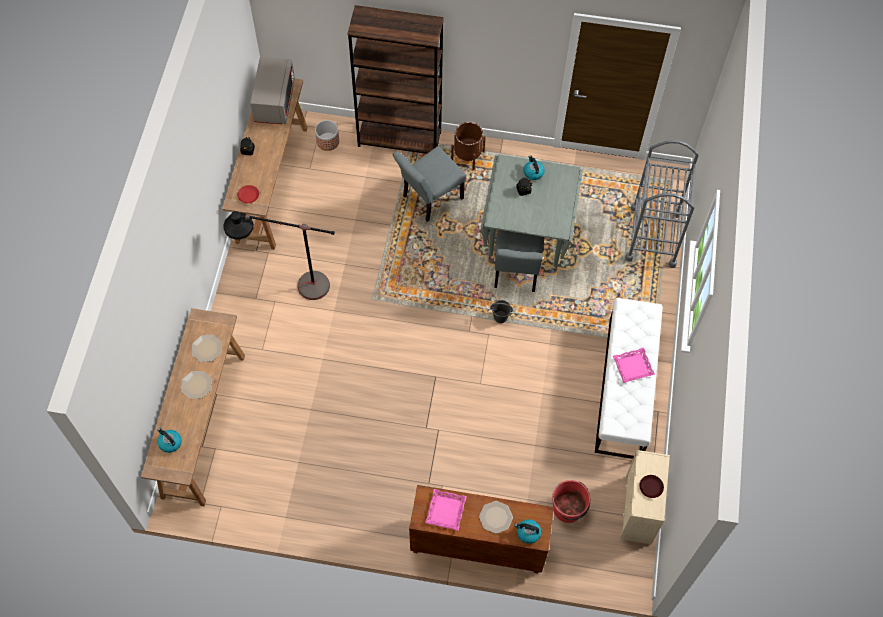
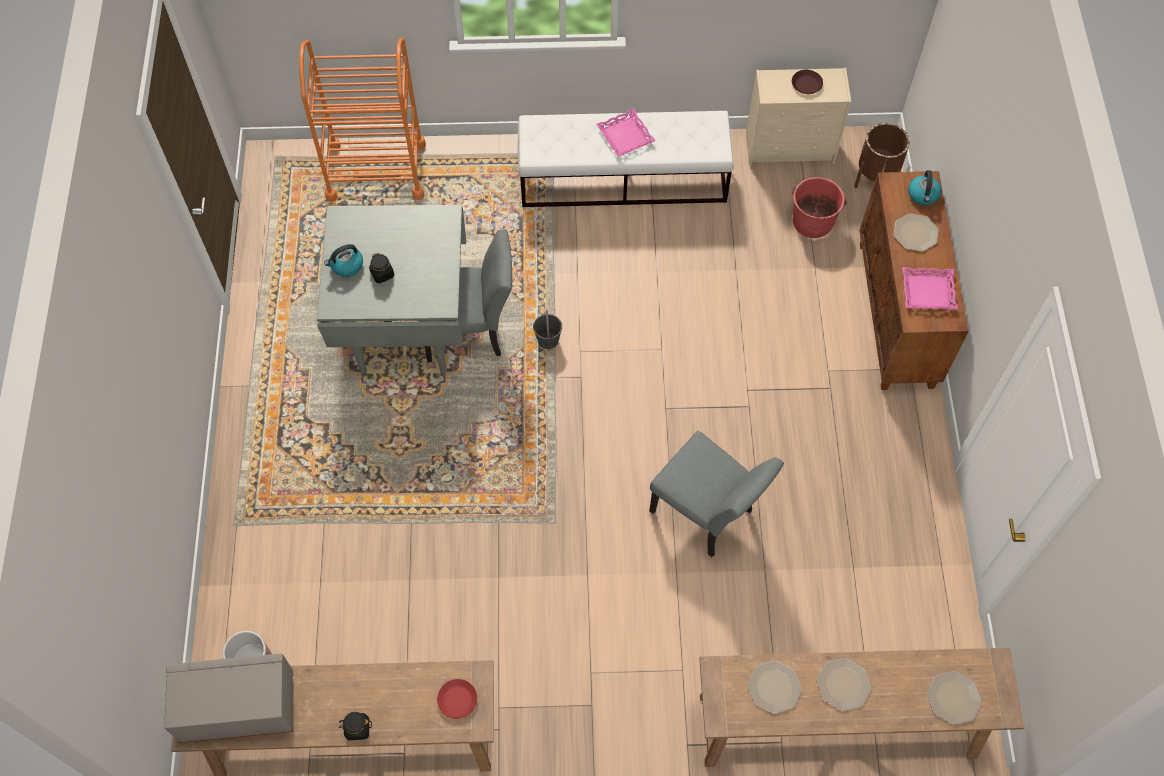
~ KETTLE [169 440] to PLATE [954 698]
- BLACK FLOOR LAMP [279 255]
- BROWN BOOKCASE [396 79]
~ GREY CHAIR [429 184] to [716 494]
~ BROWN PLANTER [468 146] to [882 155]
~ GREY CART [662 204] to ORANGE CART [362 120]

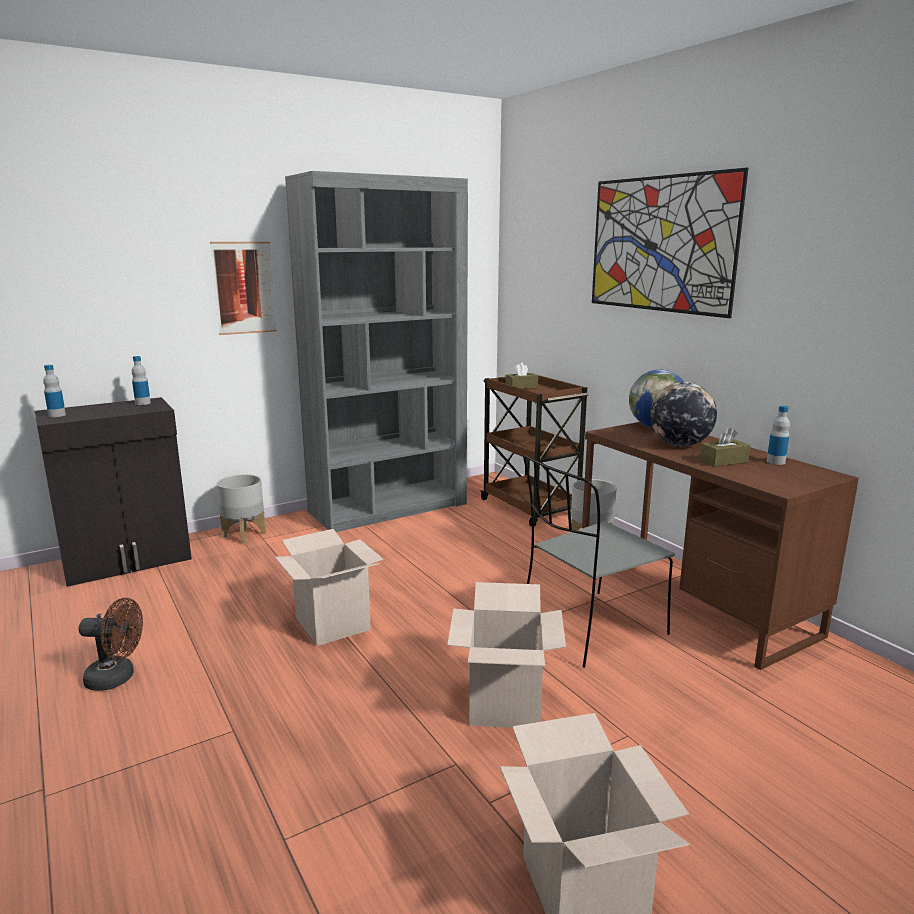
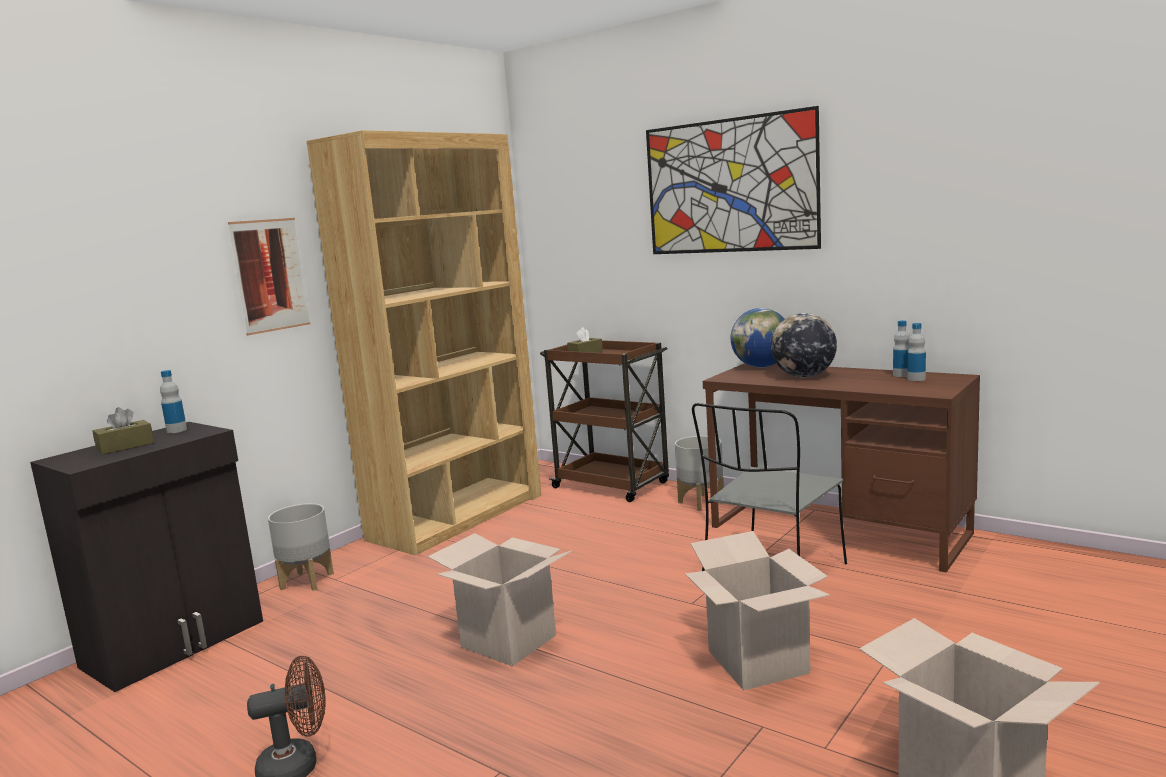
~ BOTTLE [54 391] to [916 352]
~ GREY BOOKCASE [376 351] to BROWN BOOKCASE [423 342]
~ BROWN TISSUE BOX [725 447] to [123 431]

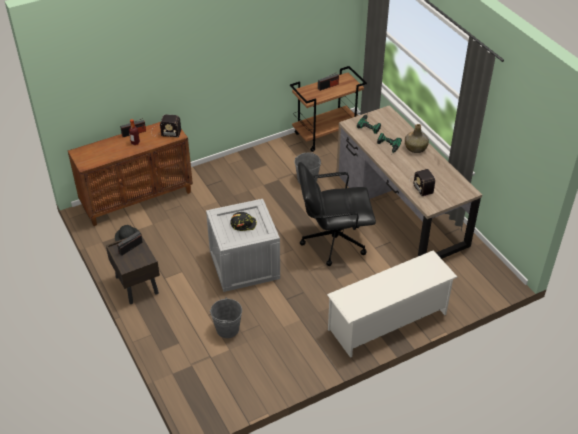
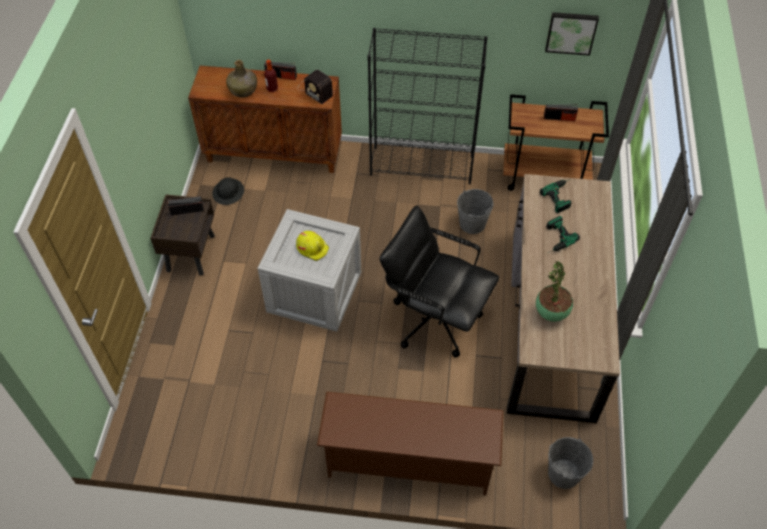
~ GREY BUCKET [226 317] to [570 463]
~ BLACK HARD HAT [243 221] to YELLOW HARD HAT [312 246]
~ WHITE SHOE RACK [392 304] to BROWN SHOE RACK [410 443]
~ GREEN BOTTLE [417 138] to [241 79]
~ RADIO [422 182] to POTTED PLANT [554 291]
+ BLACK BOOKCASE [428 106]
+ PICTURE [572 34]

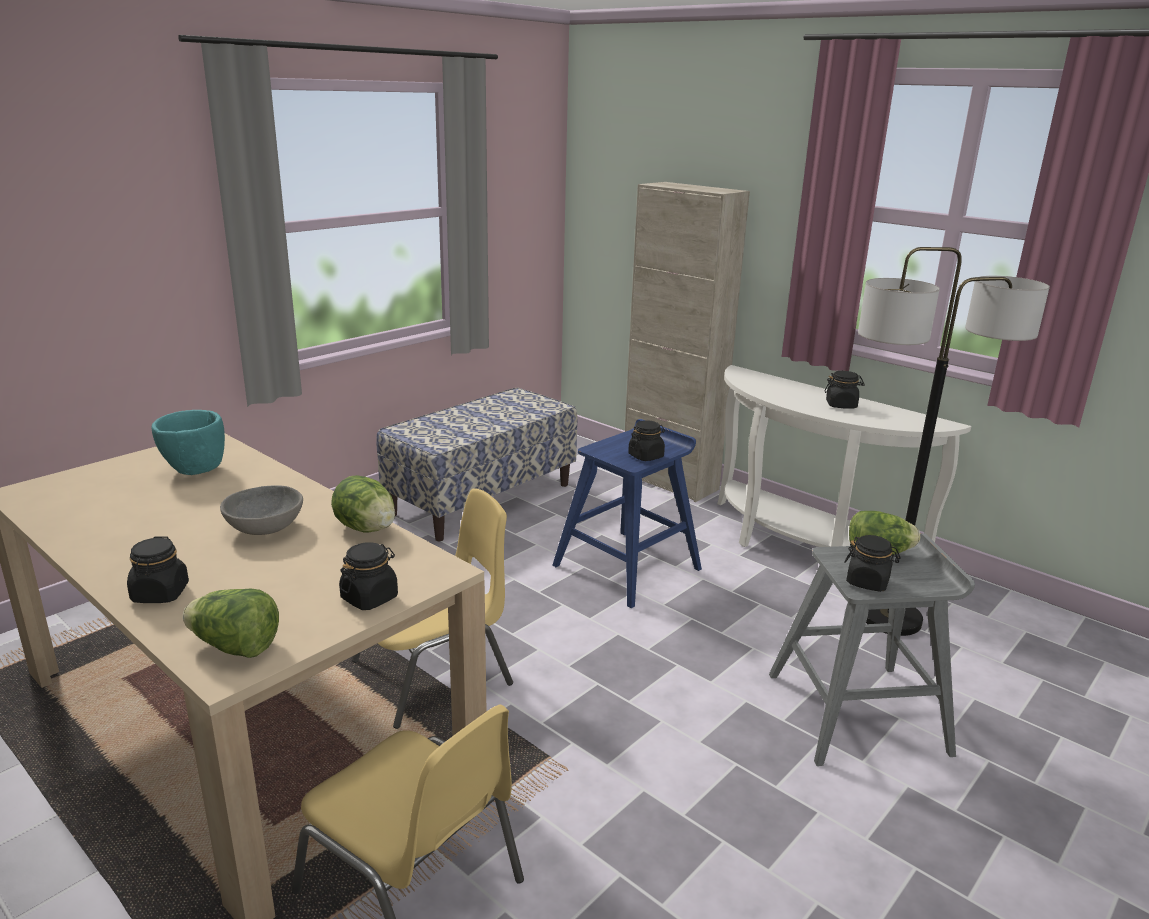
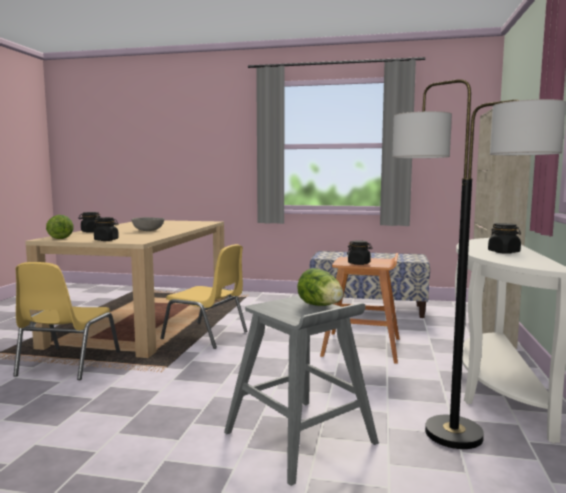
- TURQUOISE BOWL [188 442]
- LETTUCE [363 504]
~ BLUE STOOL [627 513] to BROWN STOOL [360 308]
- BLACK JAR [872 563]

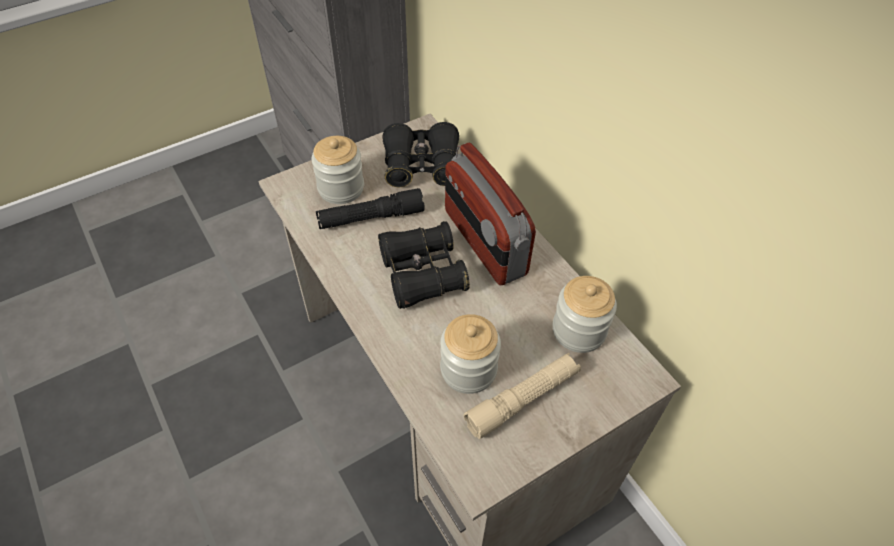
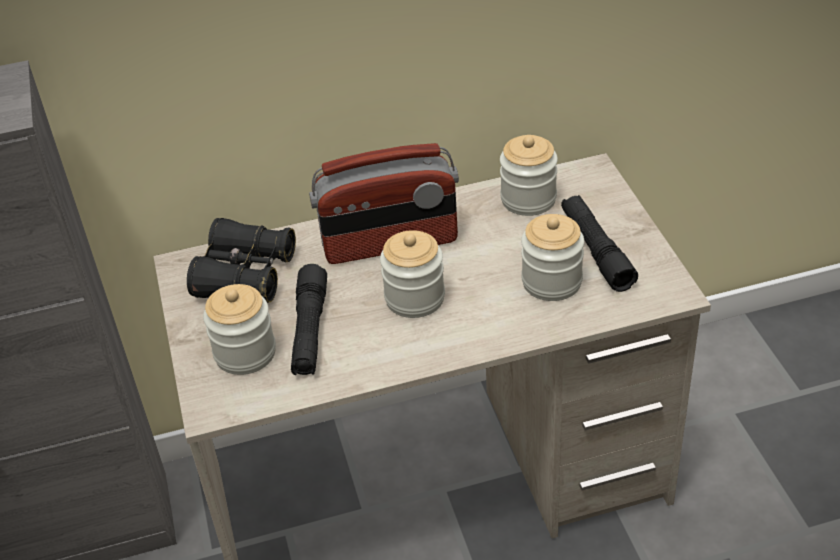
~ BLACK BINOCULARS [424 265] to JAR [412 274]
~ BEIGE FLASHLIGHT [522 396] to BLACK FLASHLIGHT [599 243]

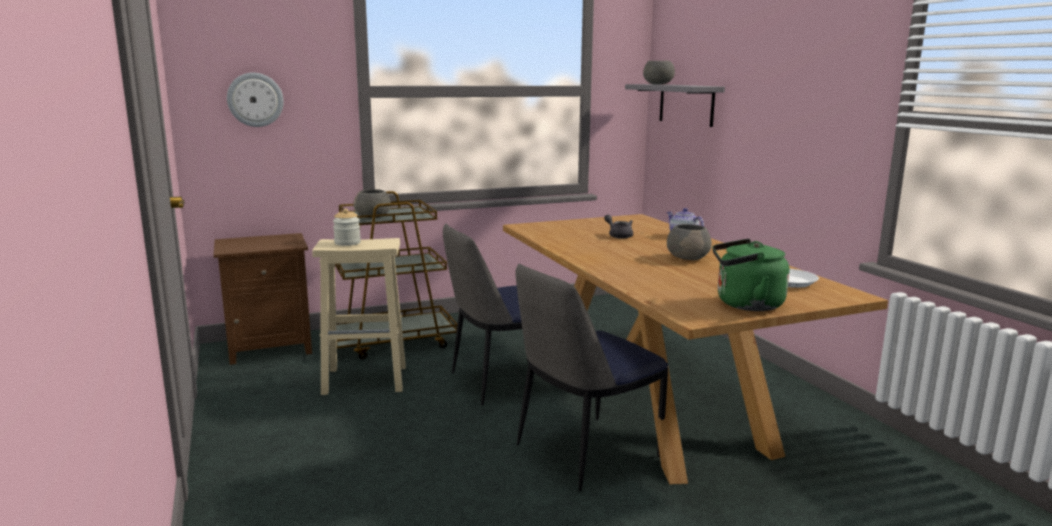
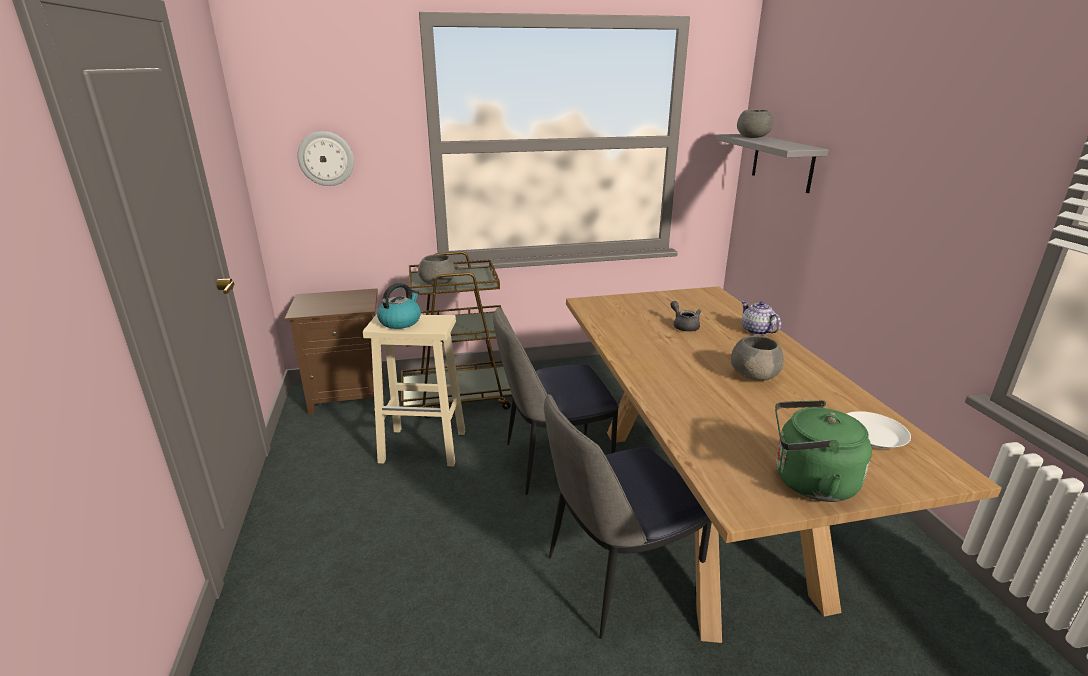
~ JAR [347 227] to KETTLE [399 306]

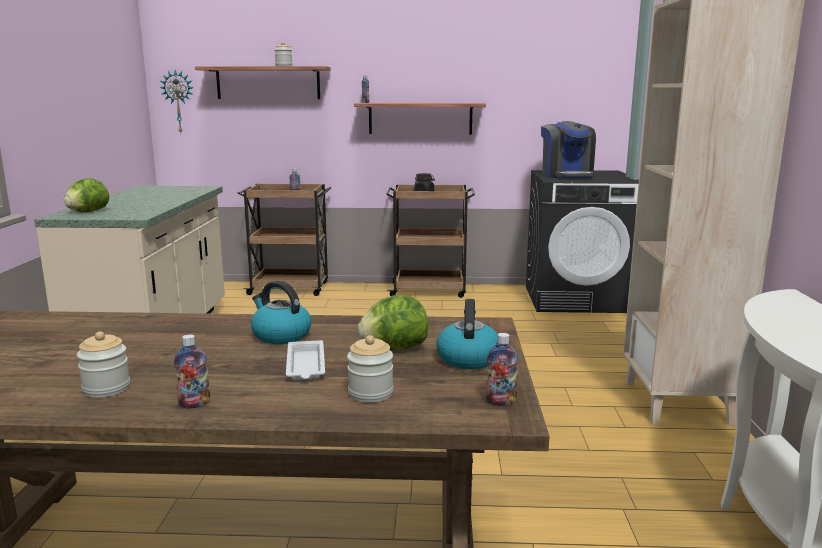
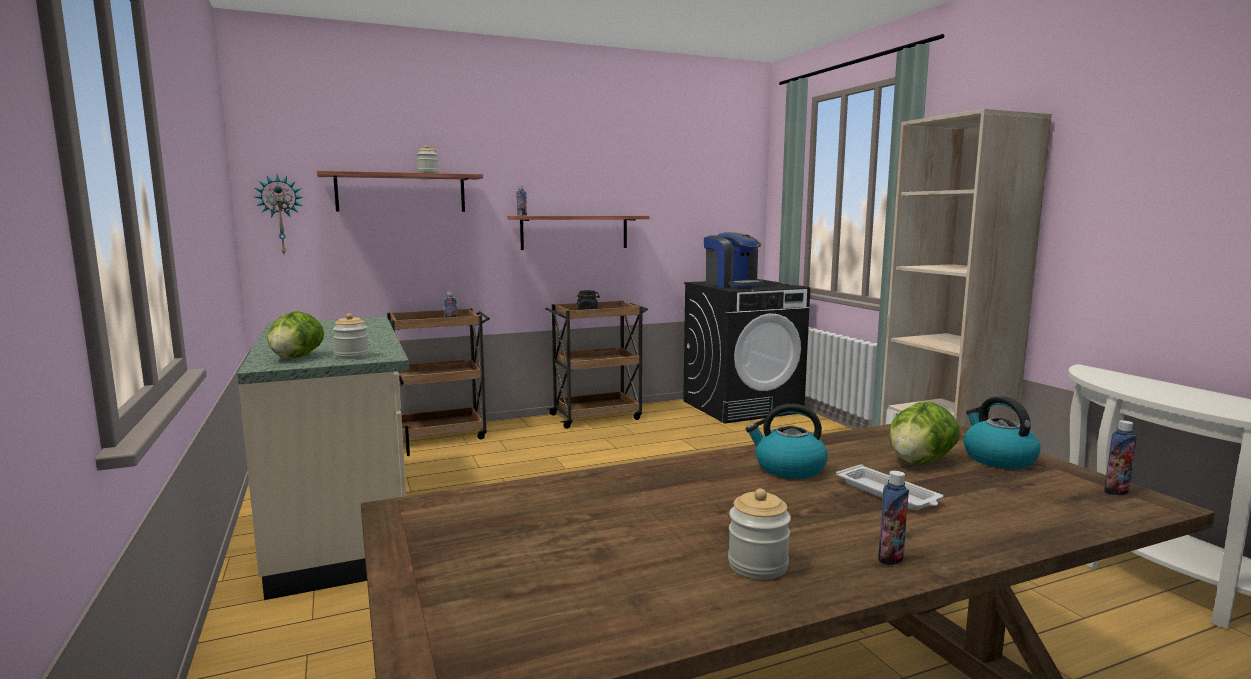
~ JAR [370 369] to [351 336]

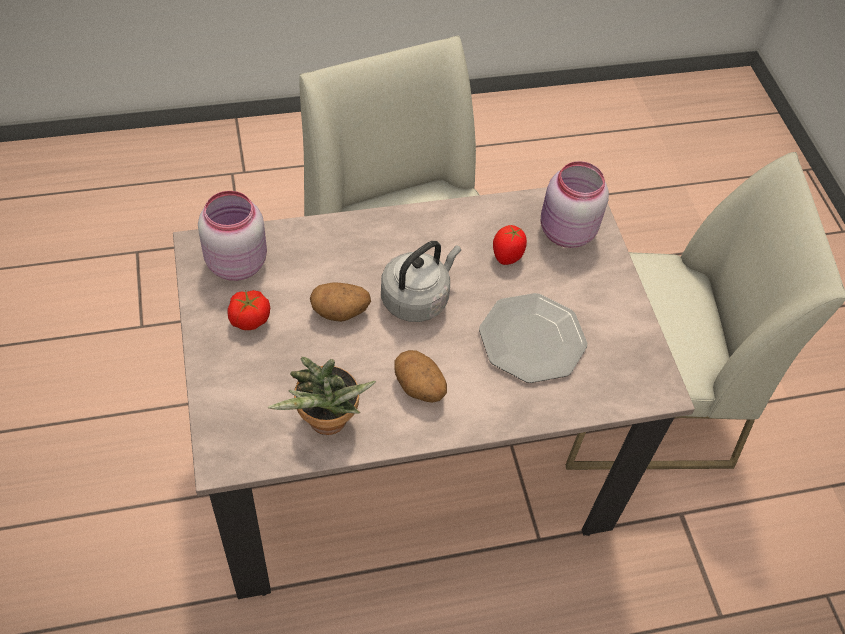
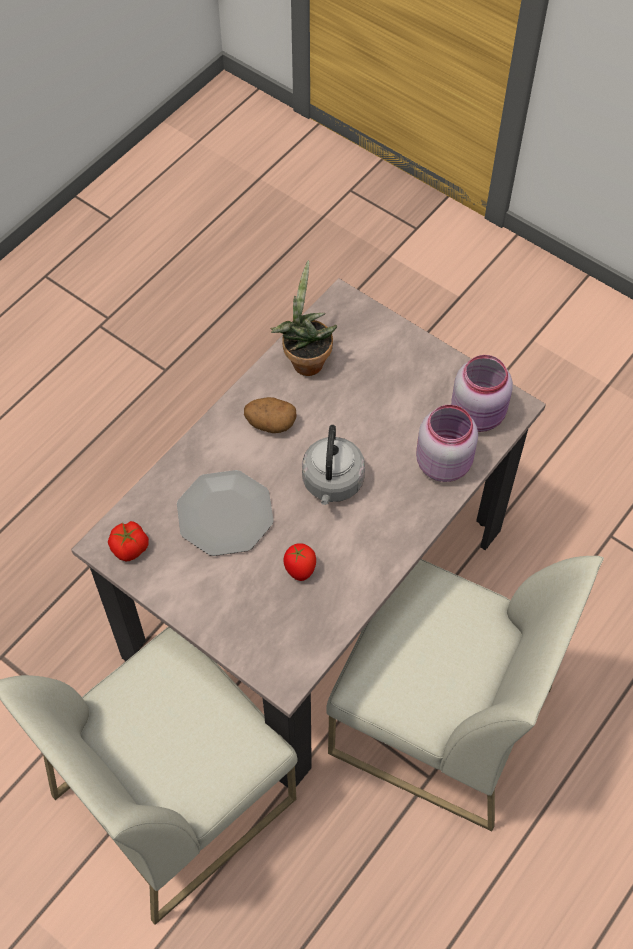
~ TOMATO [248 310] to [128 541]
- POTATO [340 302]
~ PINK JAR [575 204] to [447 443]

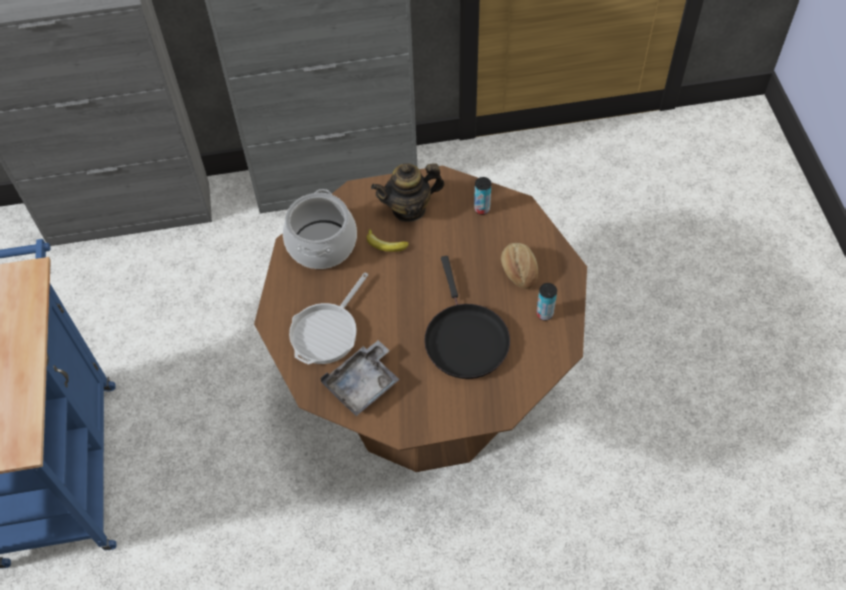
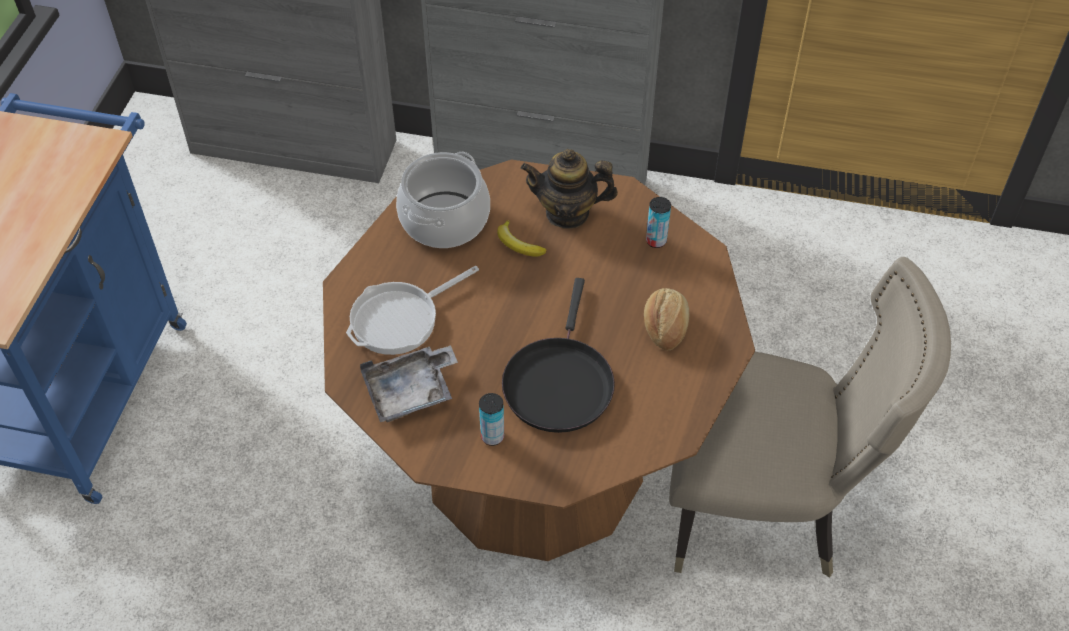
~ CAN [546 302] to [491 419]
+ BEIGE CHAIR [810 417]

